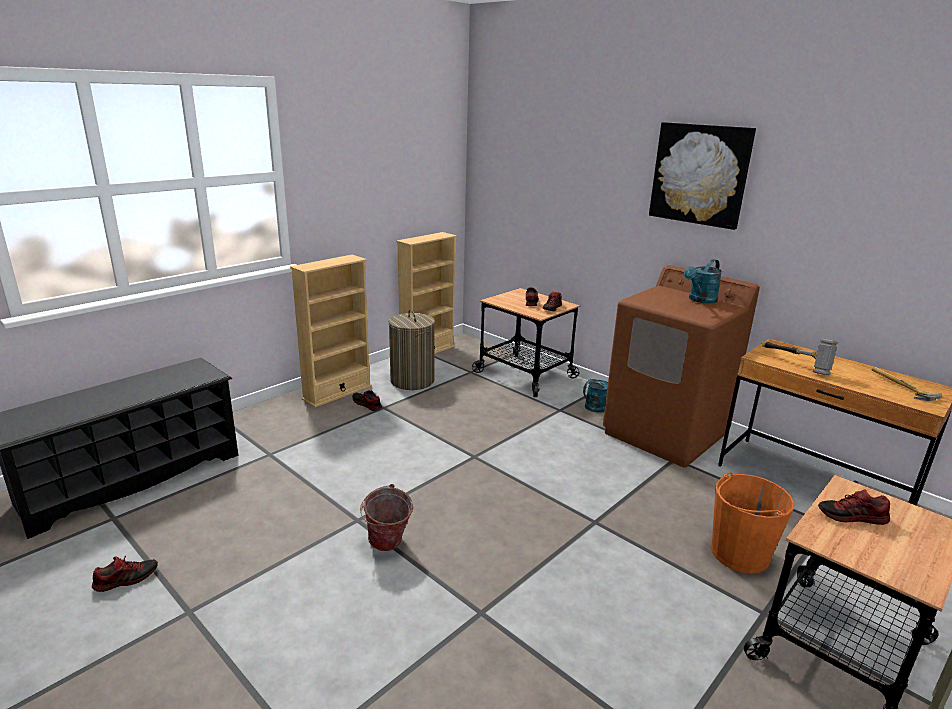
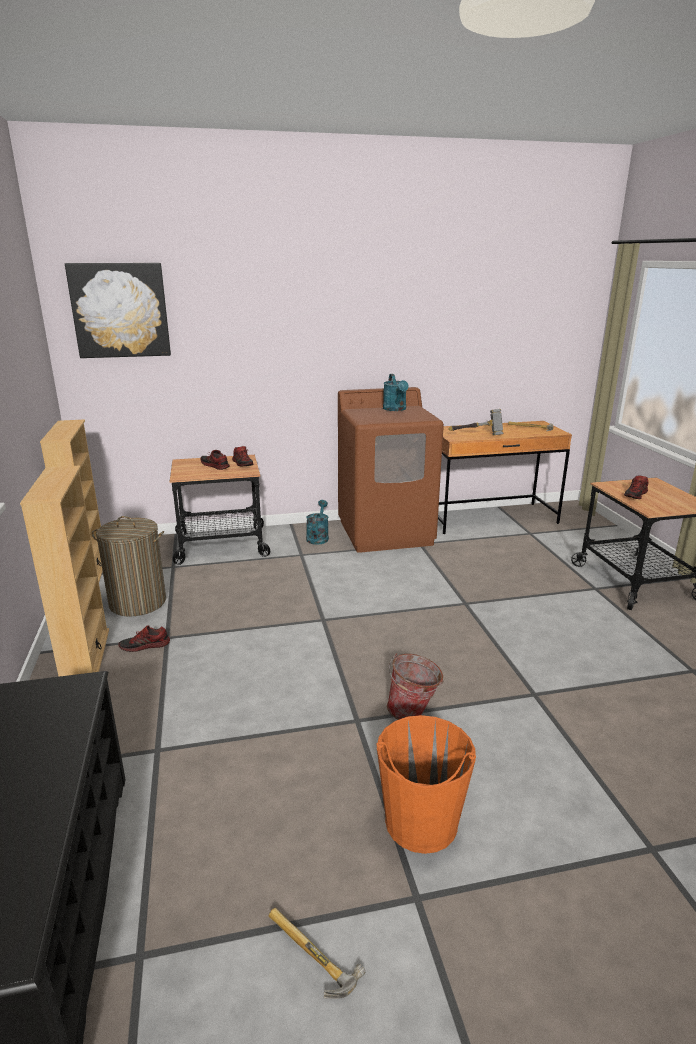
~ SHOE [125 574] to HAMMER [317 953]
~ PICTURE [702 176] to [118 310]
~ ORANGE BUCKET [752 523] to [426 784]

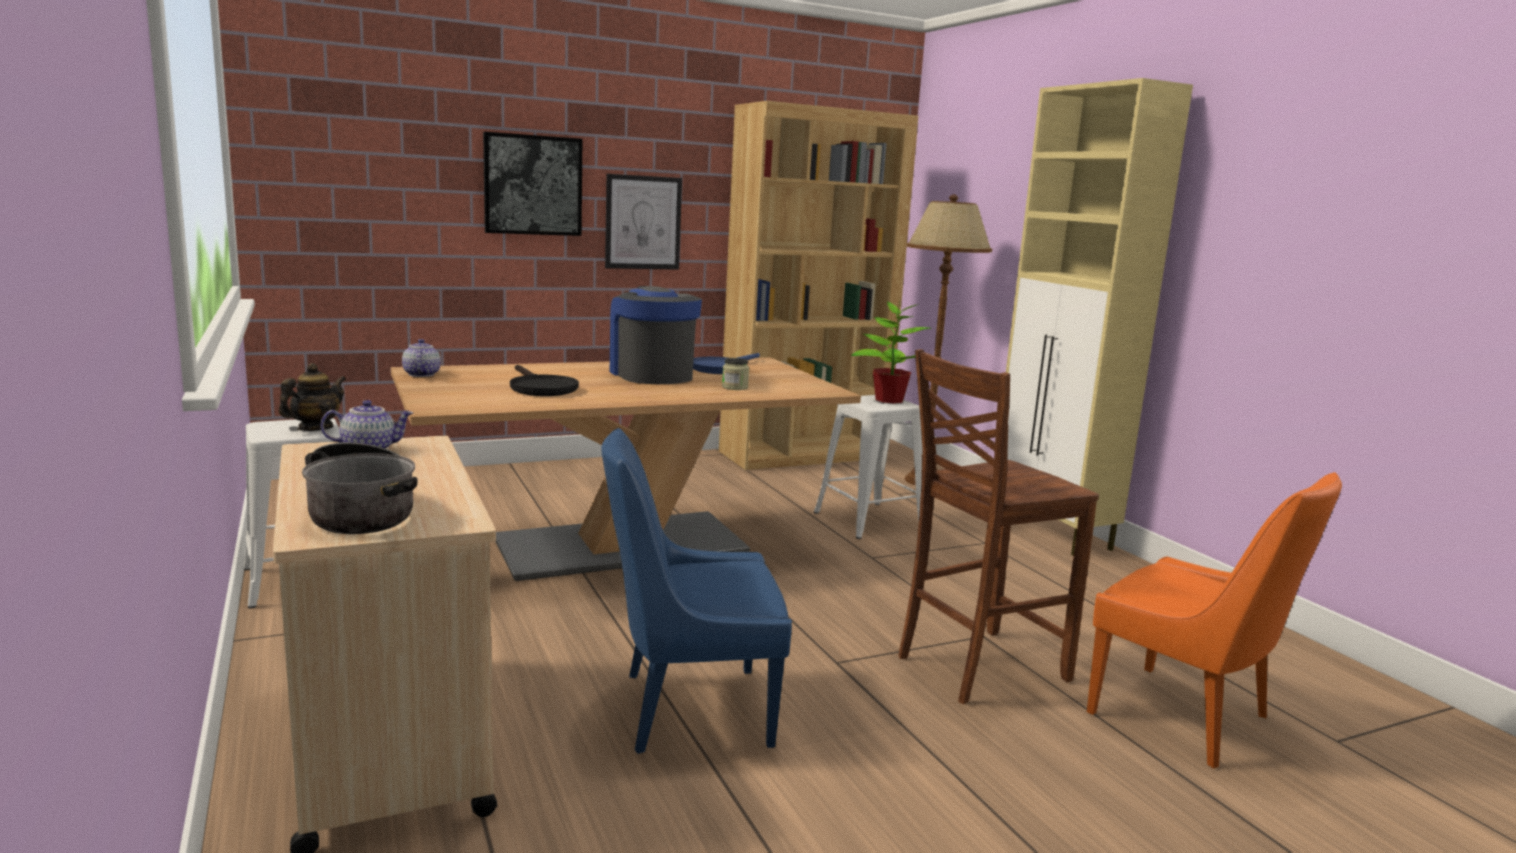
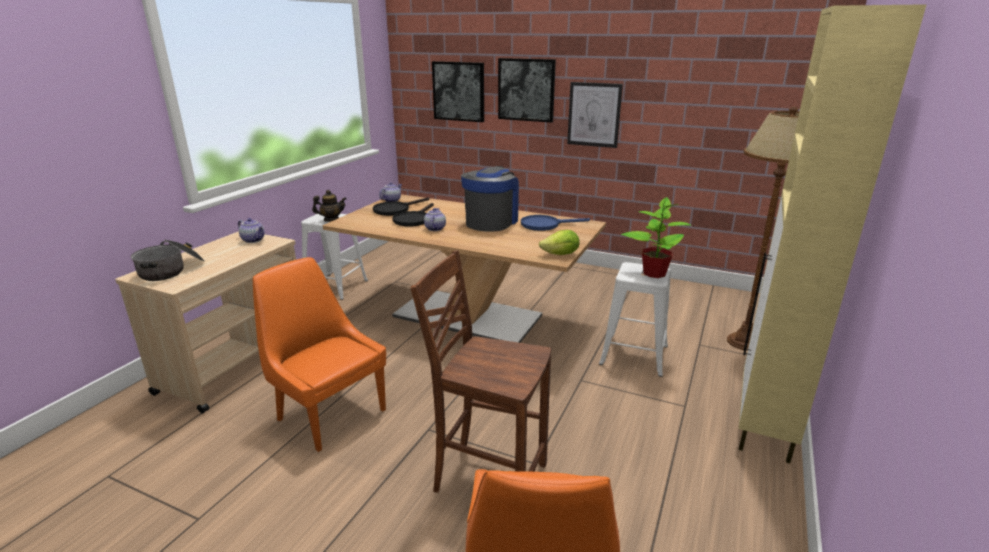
~ BLUE CHAIR [696 591] to ORANGE CHAIR [319 354]
- BROWN BOOKCASE [818 285]
- JAR [735 374]
+ BLACK FRYING PAN [401 206]
+ TEAPOT [435 219]
+ PICTURE [458 91]
+ LETTUCE [559 242]

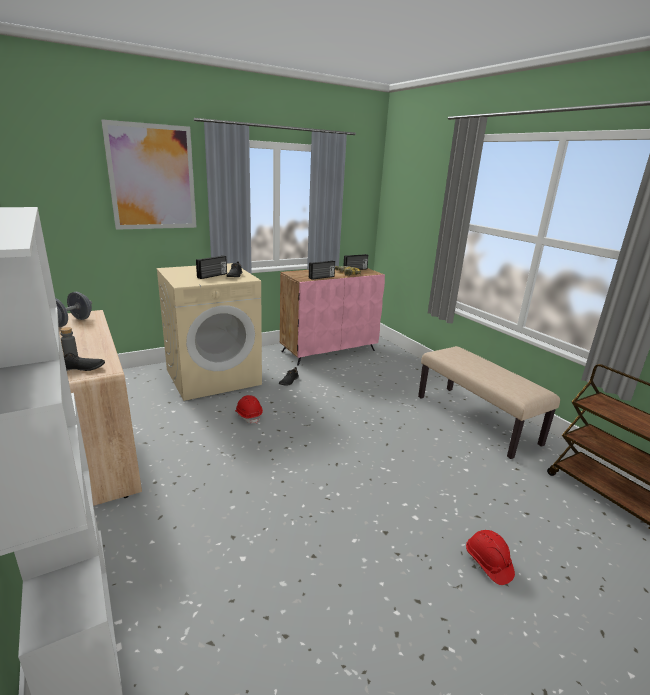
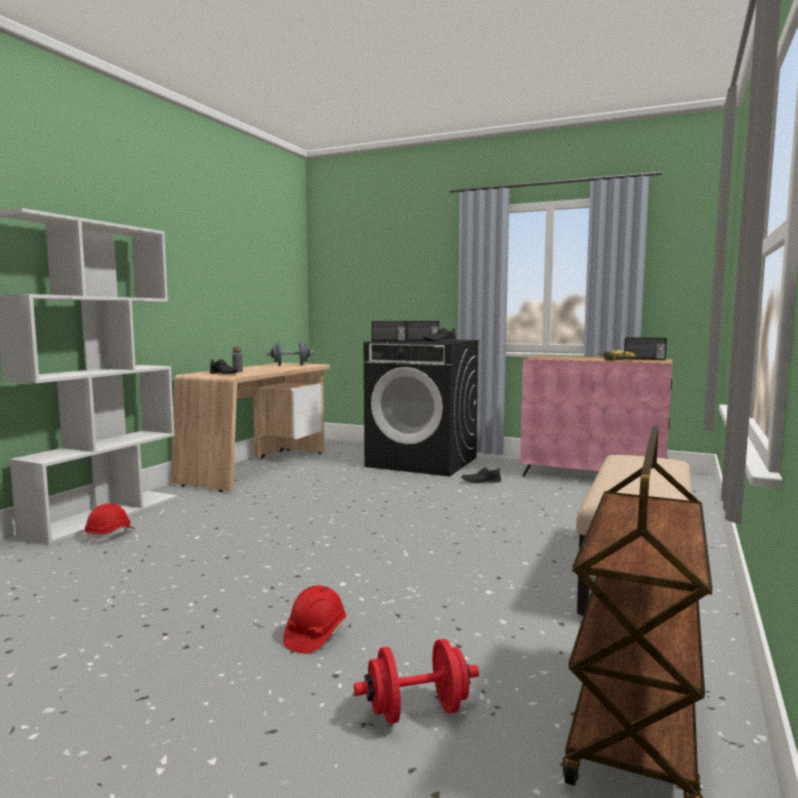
- PICTURE [149 174]
~ BEIGE WASHING MACHINE [209 332] to BLACK WASHING MACHINE [421 408]
~ RED HARD HAT [249 409] to [109 524]
~ RADIO [322 270] to [390 331]
+ RED DUMBBELL [416 681]

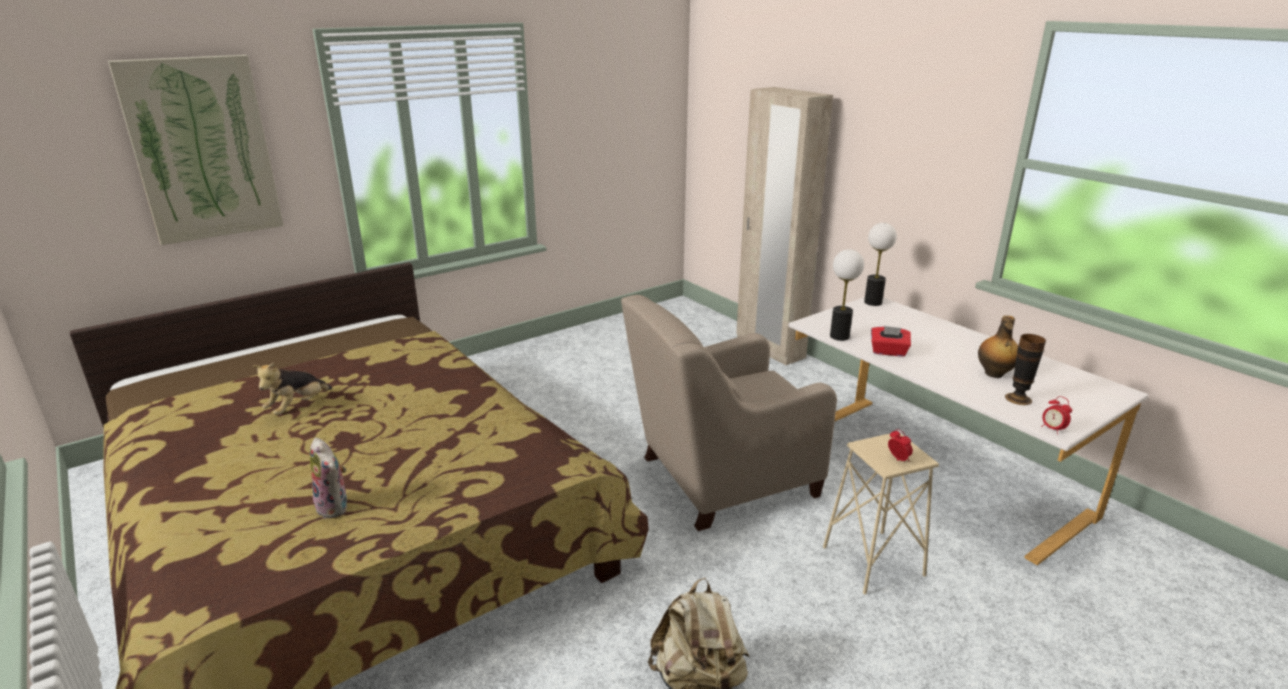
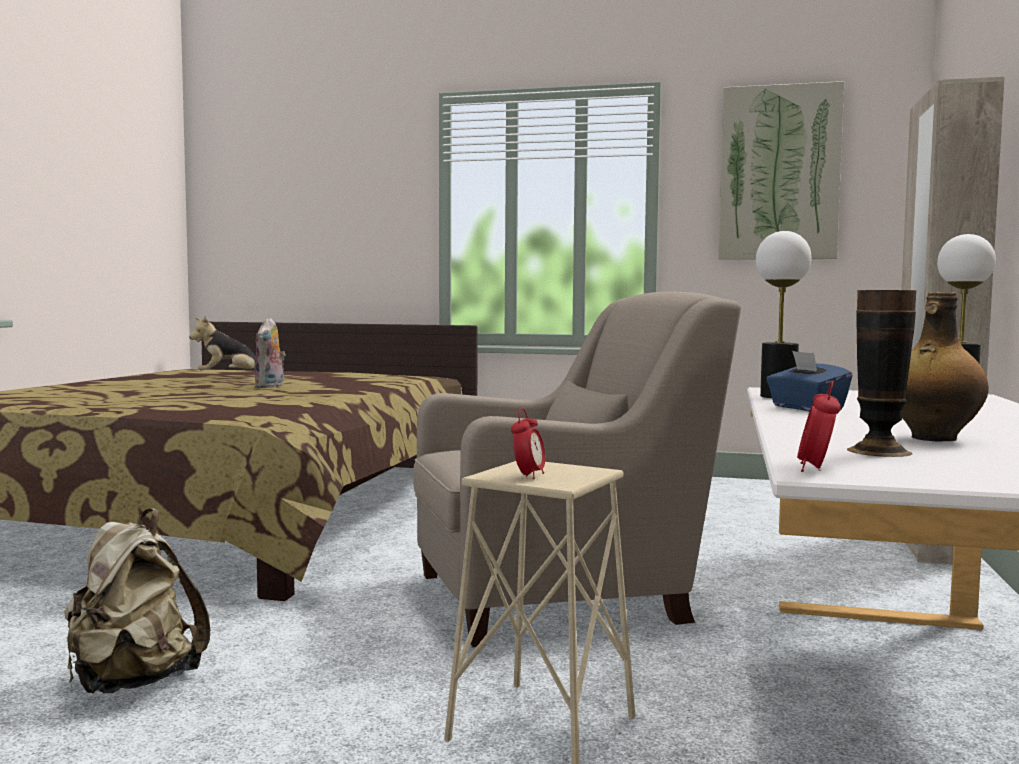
~ PICTURE [196 150] to [781 170]
~ PLUSH TOY [328 478] to [270 353]
~ BEIGE ARMCHAIR [729 413] = [577 469] 135 degrees clockwise
~ RED TISSUE BOX [891 341] to BLUE TISSUE BOX [809 381]

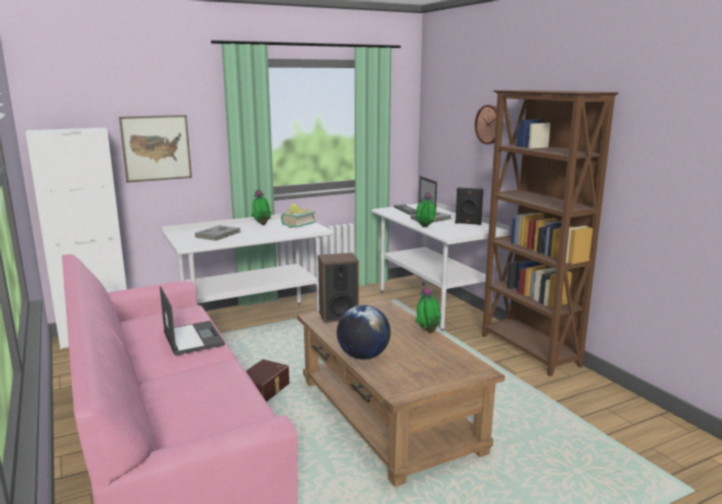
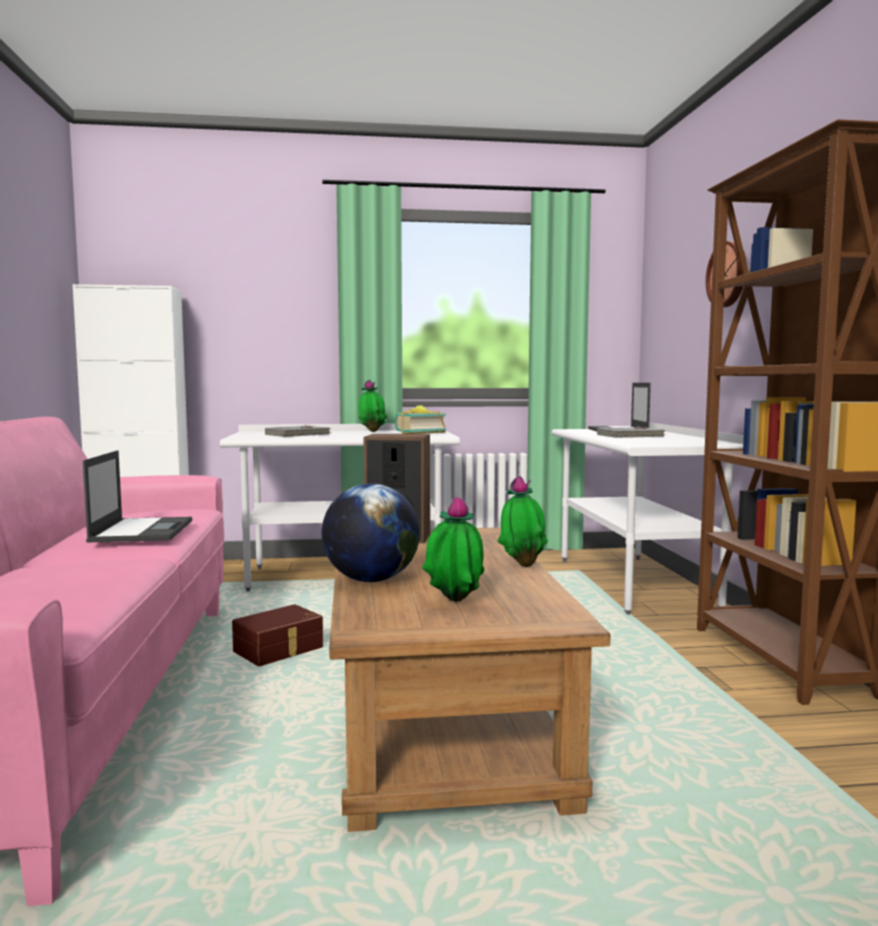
- PICTURE [155 149]
~ POTTED PLANT [425 209] to [453 549]
- BLACK SPEAKER [469 206]

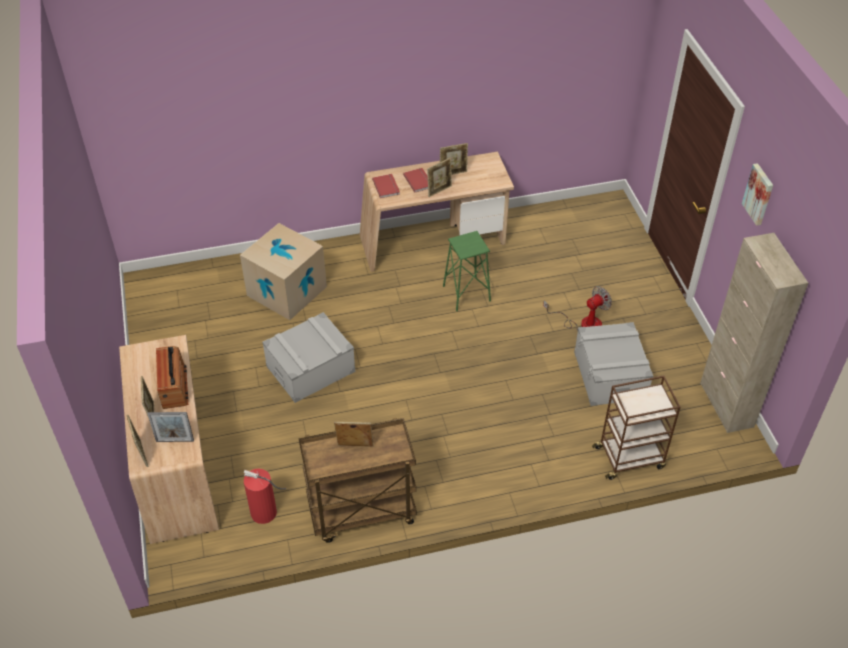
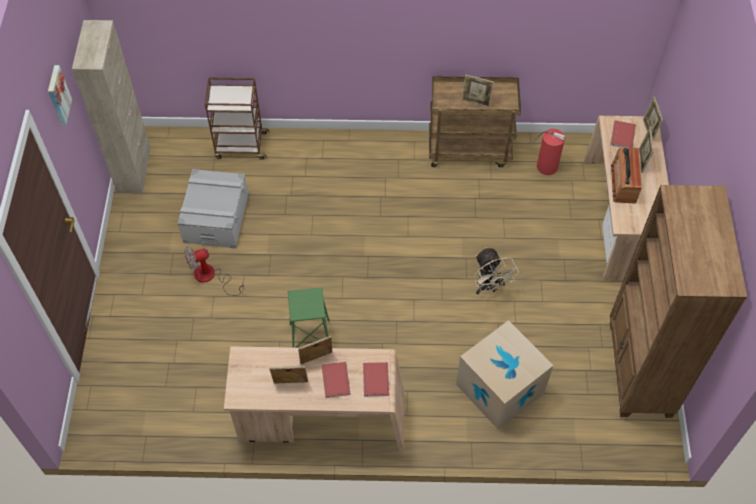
~ PICTURE FRAME [171 427] to RED BOOK [623 134]
~ GREY STORAGE BOX [308 357] to BEIGE FAN [496 270]
+ BROWN BOOKCASE [678 301]

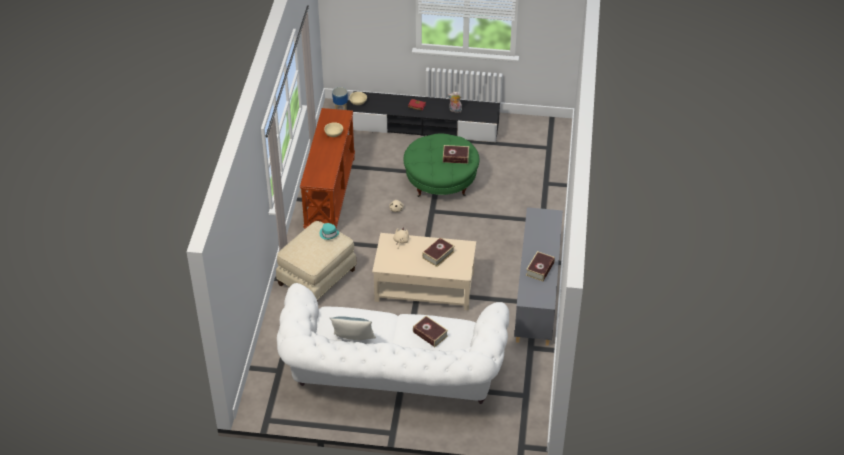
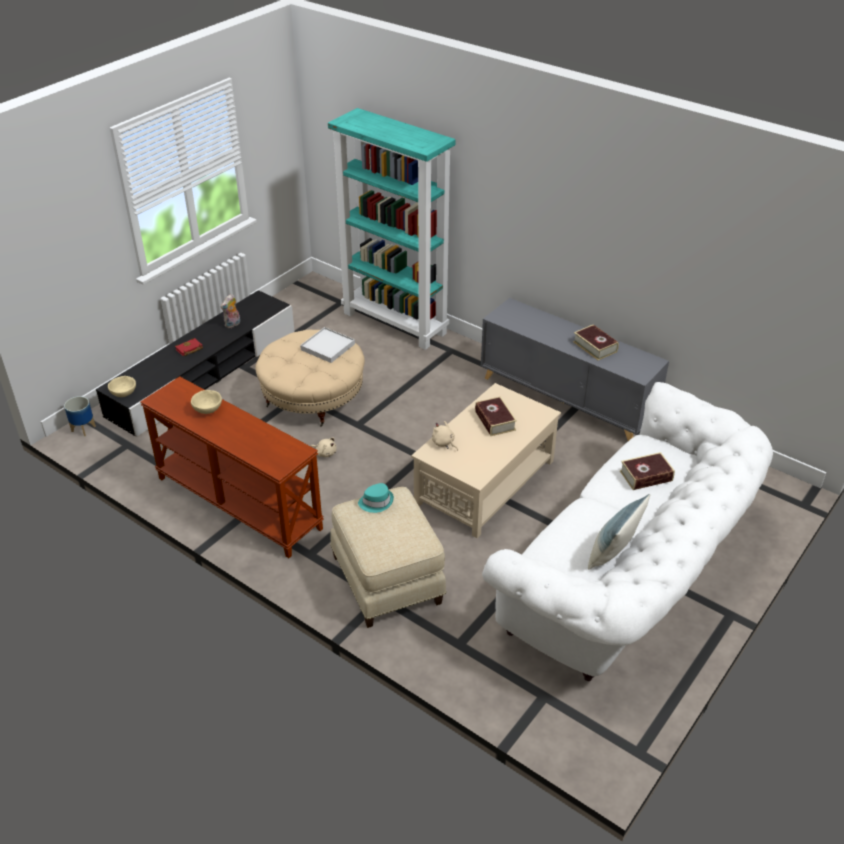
~ GREEN OTTOMAN [441 165] to BEIGE OTTOMAN [310 378]
~ BOOK [456 154] to WHITE TRAY [327 345]
+ TURQUOISE BOOKCASE [392 229]

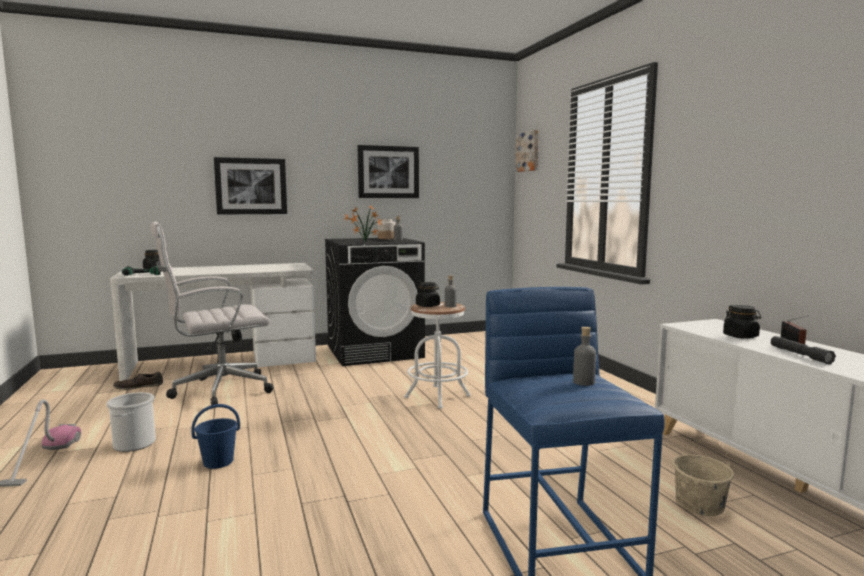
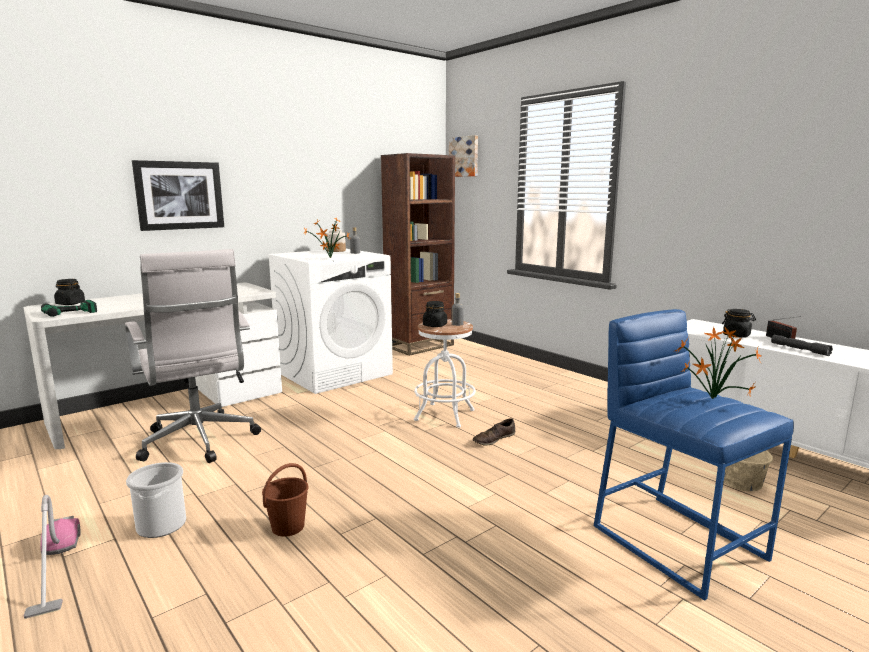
~ BROWN SHOE [138 381] to [494 432]
~ WHITE OFFICE CHAIR [212 313] = [193 356] 75 degrees counterclockwise
~ BLUE BUCKET [215 436] to BROWN BUCKET [285 500]
~ BLACK WASHING MACHINE [375 302] to WHITE WASHING MACHINE [330 321]
- PICTURE [388 171]
~ GREY BOTTLE [584 356] to POTTED PLANT [718 363]
+ BROWN BOOKCASE [418 254]

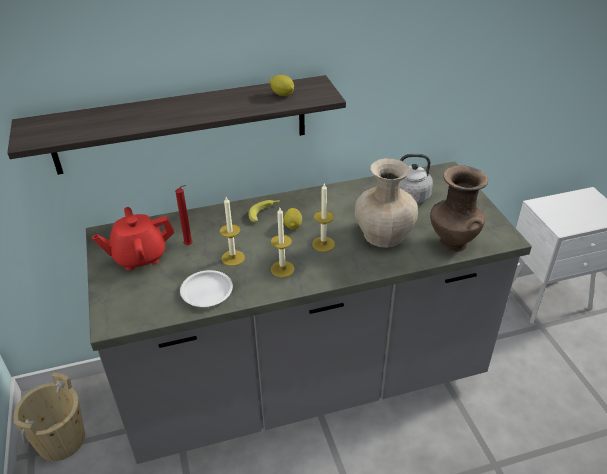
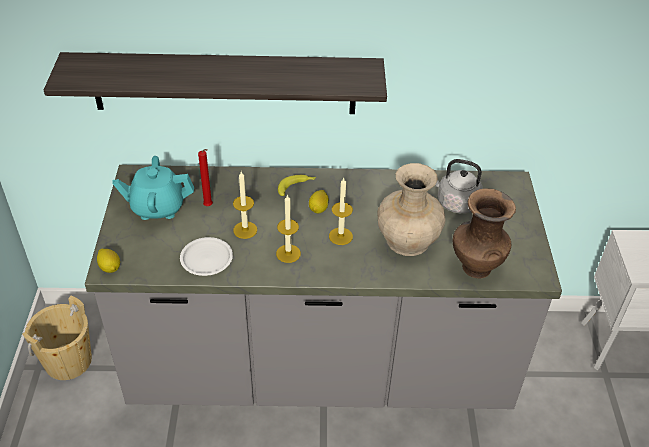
~ RED TEAPOT [133 239] to TURQUOISE TEAPOT [153 188]
~ LEMON [281 85] to [108 261]

